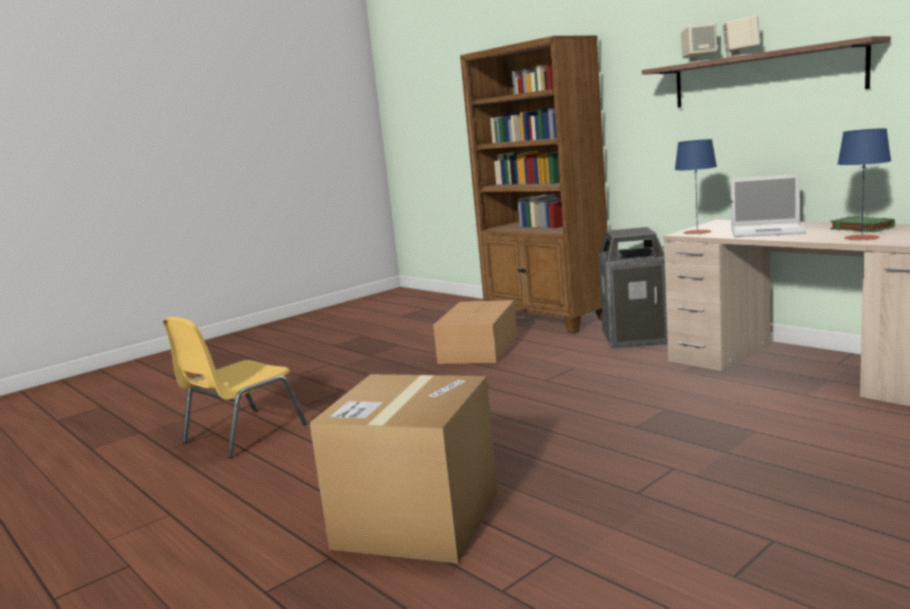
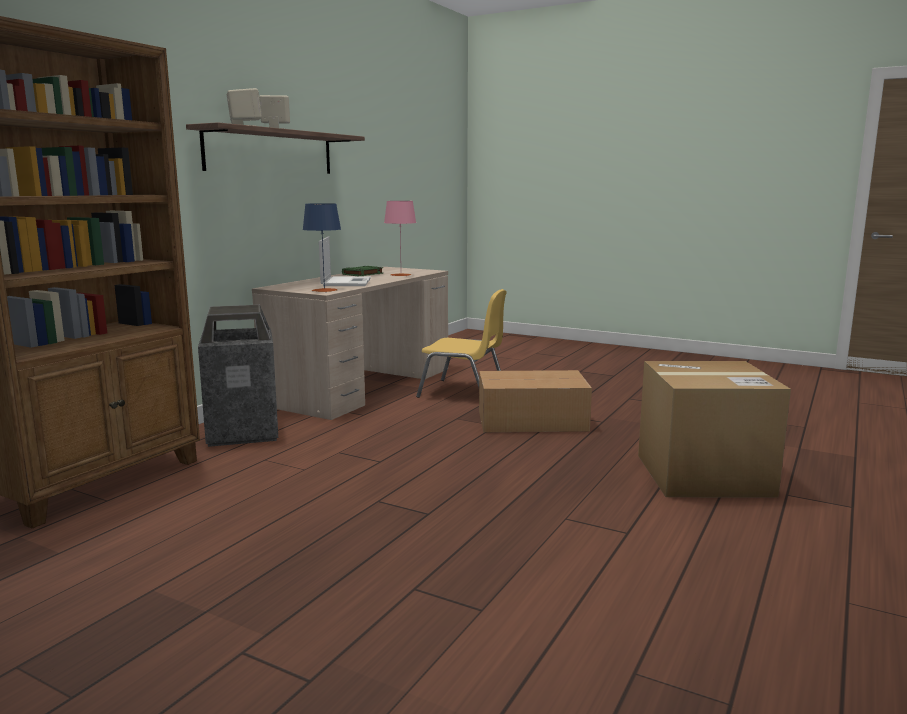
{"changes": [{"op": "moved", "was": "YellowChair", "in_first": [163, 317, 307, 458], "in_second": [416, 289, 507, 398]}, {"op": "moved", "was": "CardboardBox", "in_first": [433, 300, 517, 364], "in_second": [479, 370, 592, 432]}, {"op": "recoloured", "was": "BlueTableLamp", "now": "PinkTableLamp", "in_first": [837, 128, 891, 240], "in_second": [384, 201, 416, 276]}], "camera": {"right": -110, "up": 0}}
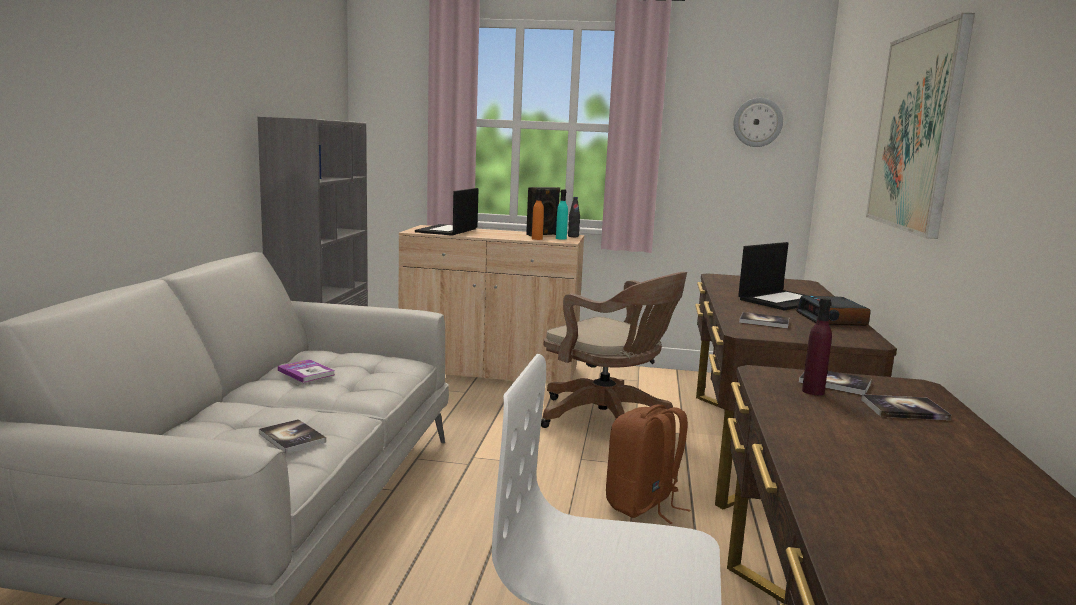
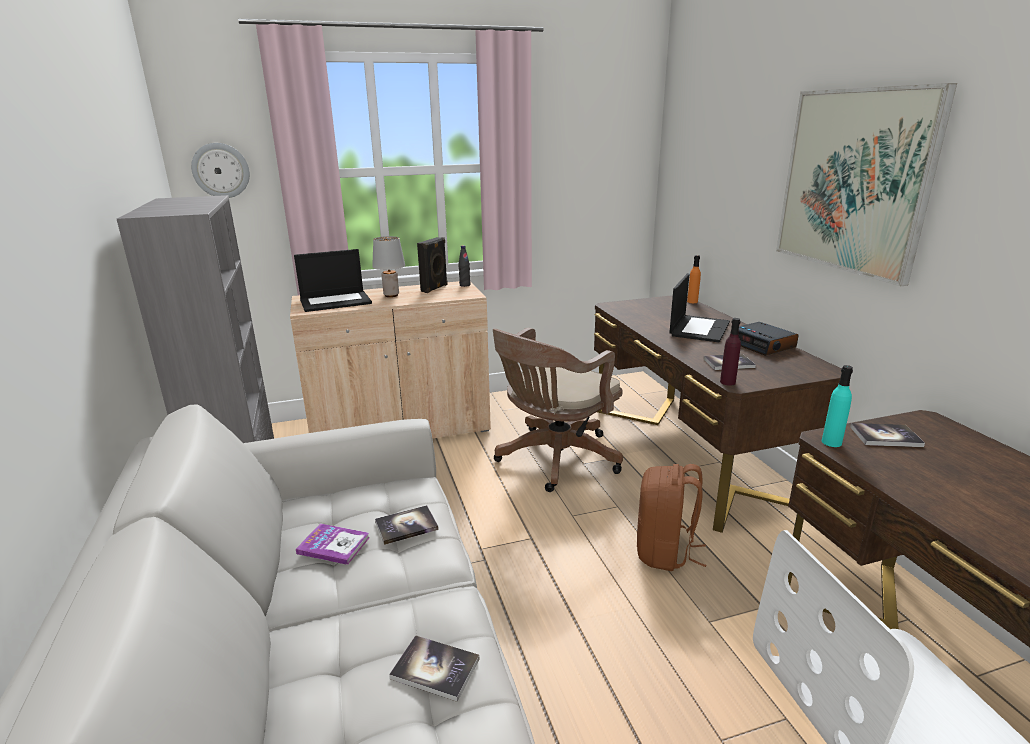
{"changes": [{"op": "turned", "was": "Laptop", "in_first": [415, 188, 478, 236], "in_second": [294, 249, 372, 312], "clockwise": -105}, {"op": "moved", "was": "OrangeBottle", "in_first": [532, 189, 544, 240], "in_second": [687, 255, 701, 303]}, {"op": "turned", "was": "BrownOfficeChair", "in_first": [541, 272, 687, 428], "in_second": [493, 328, 623, 492], "clockwise": 120}, {"op": "moved", "was": "TurquoiseBottle", "in_first": [556, 189, 568, 240], "in_second": [822, 365, 853, 447]}, {"op": "moved", "was": "WallClock", "in_first": [733, 98, 783, 147], "in_second": [191, 143, 250, 198]}, {"op": "moved", "was": "PurpleBottle", "in_first": [802, 298, 832, 395], "in_second": [720, 318, 741, 386]}, {"op": "moved", "was": "Book", "in_first": [861, 394, 951, 420], "in_second": [375, 505, 439, 545]}, {"op": "added", "now": "GreyTableLamp", "in_second": [372, 236, 405, 297]}], "camera": {"right": -25, "up": 10}}
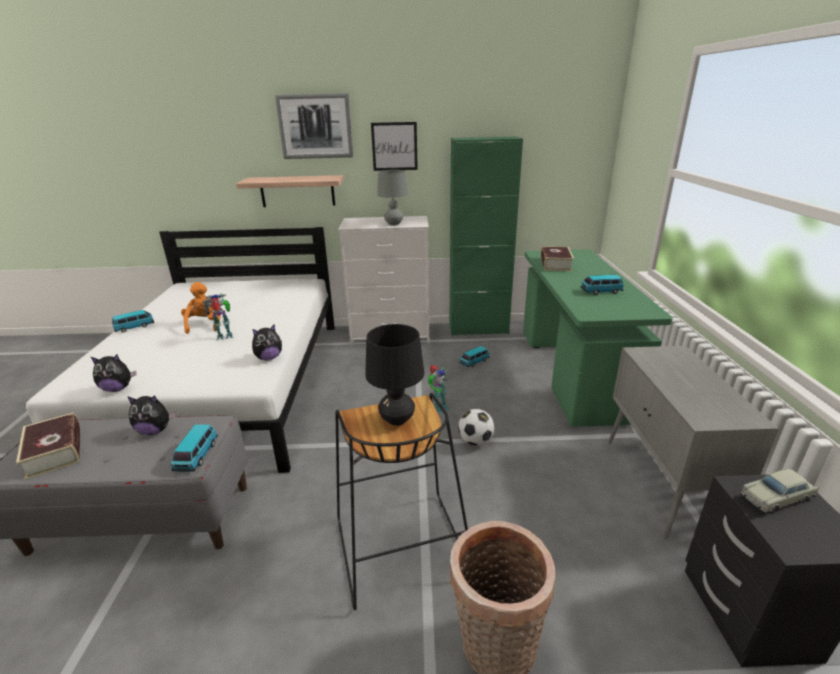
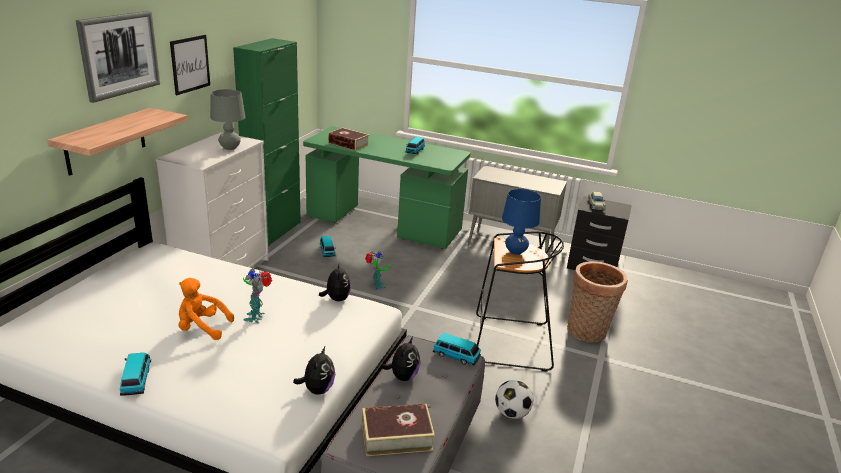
{"changes": [{"op": "recoloured", "was": "BlackTableLamp", "now": "BlueTableLamp", "in_first": [365, 324, 424, 426], "in_second": [502, 189, 541, 255]}, {"op": "moved", "was": "Football", "in_first": [458, 409, 495, 446], "in_second": [495, 380, 534, 419]}], "camera": {"right": -70, "up": 0}}
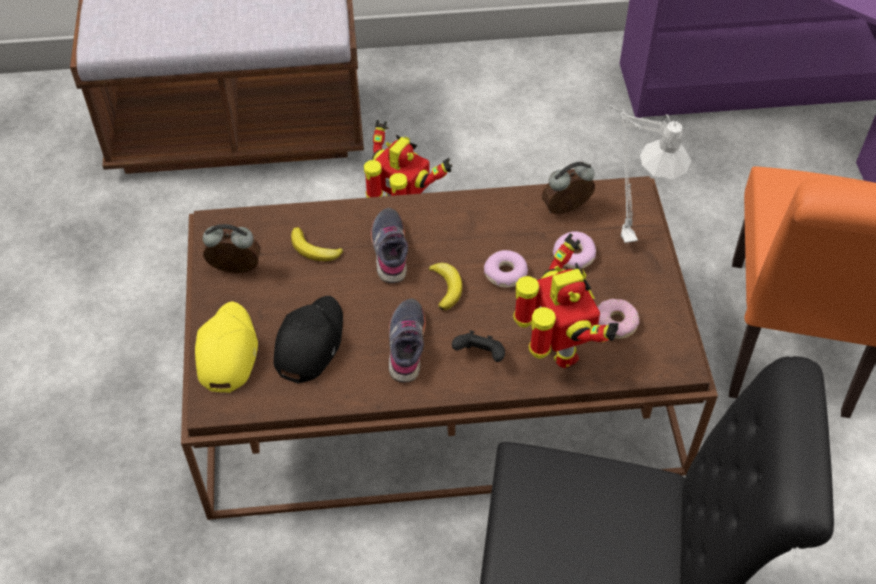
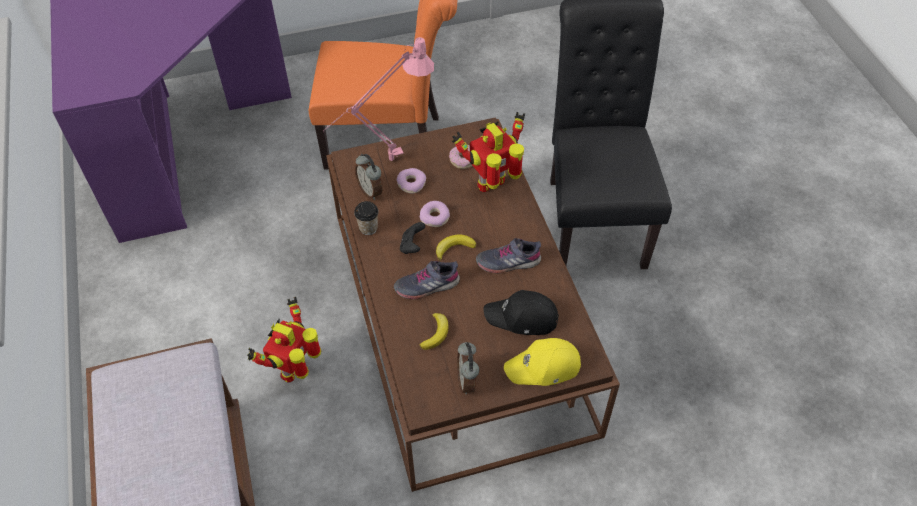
{"changes": [{"op": "moved", "was": "BlackGameController", "in_first": [452, 330, 505, 362], "in_second": [400, 222, 425, 254]}, {"op": "recoloured", "was": "GreyTableLamp", "now": "PinkTableLamp", "in_first": [609, 105, 691, 247], "in_second": [323, 37, 434, 161]}, {"op": "added", "now": "Cup", "in_second": [354, 201, 379, 235]}], "camera": {"right": -100, "up": 0}}
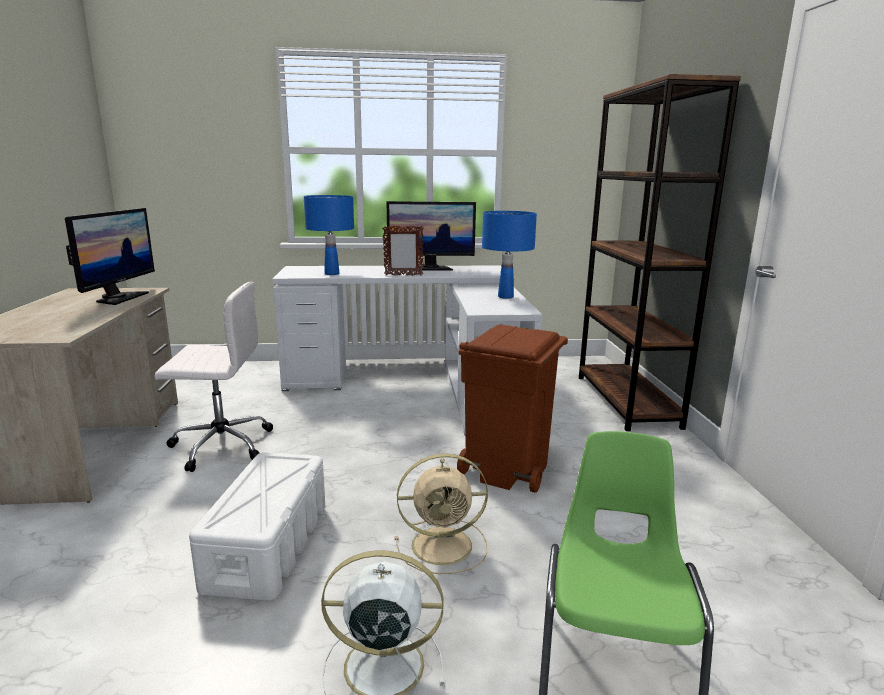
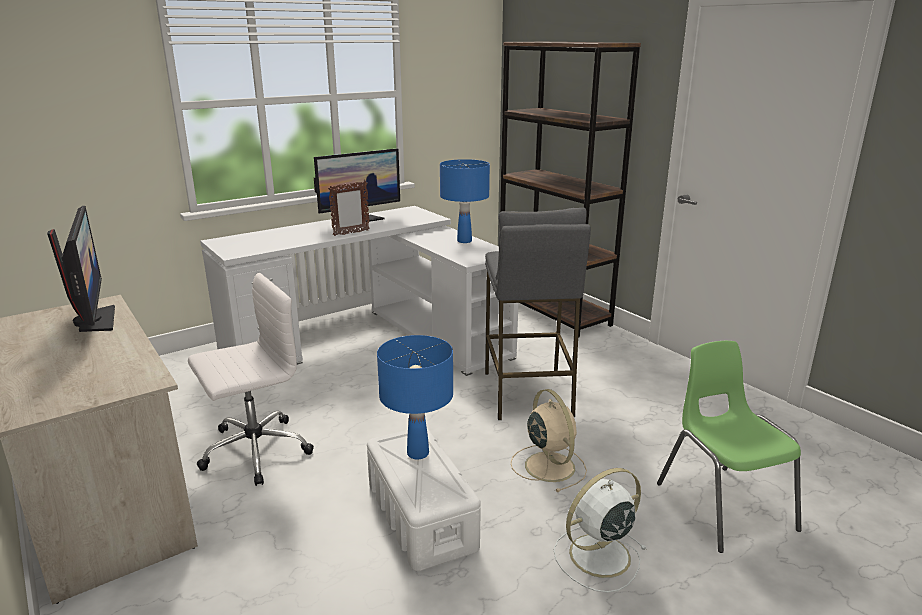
{"changes": [{"op": "moved", "was": "BlueTableLamp", "in_first": [304, 195, 354, 275], "in_second": [377, 335, 453, 460]}, {"op": "turned", "was": "BeigeFan", "in_first": [395, 454, 488, 574], "in_second": [511, 389, 587, 492], "clockwise": -75}, {"op": "replaced", "was": "BrownTrashCan", "now": "GreyStool", "in_first": [457, 325, 568, 493], "in_second": [485, 208, 591, 420]}], "camera": {"right": -30, "up": 5}}
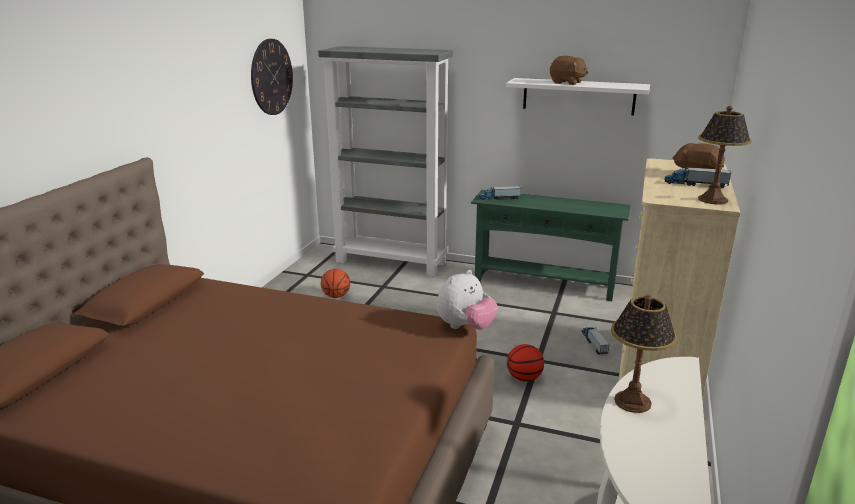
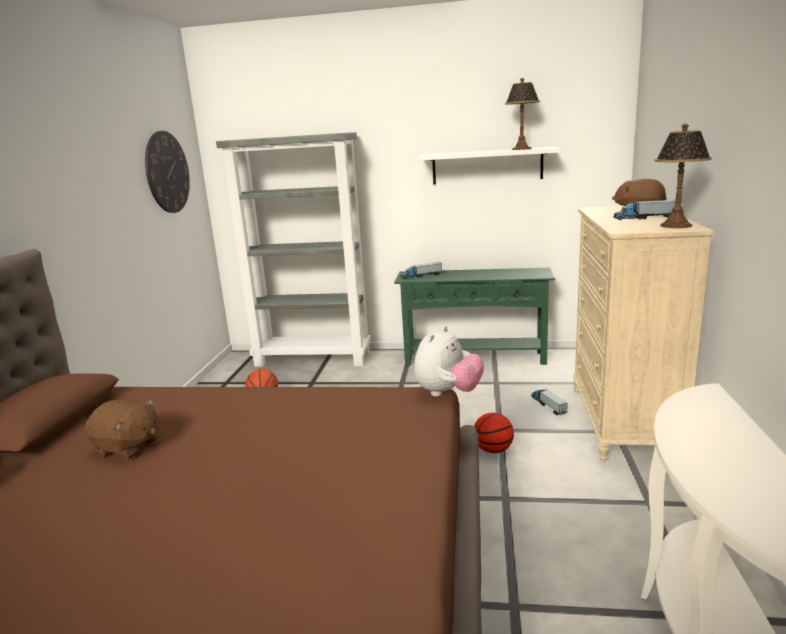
{"changes": [{"op": "moved", "was": "BrownPlushToy", "in_first": [550, 56, 589, 85], "in_second": [85, 399, 159, 460]}, {"op": "moved", "was": "TableLamp", "in_first": [611, 294, 677, 413], "in_second": [505, 78, 540, 150]}], "camera": {"right": -10, "up": -5}}
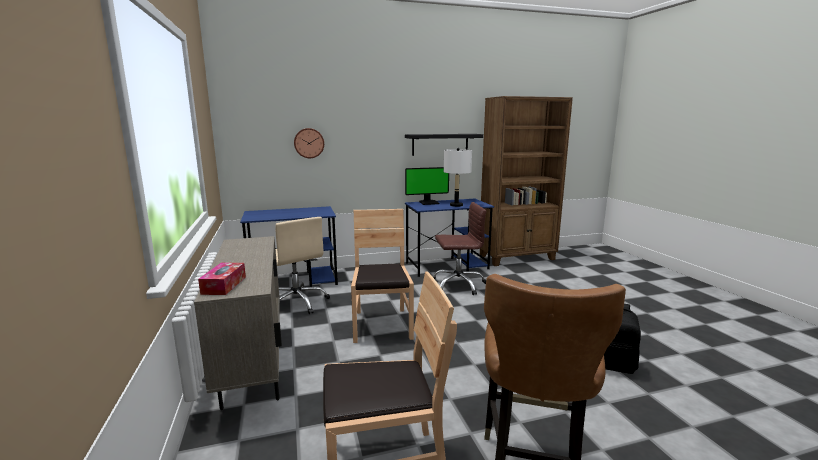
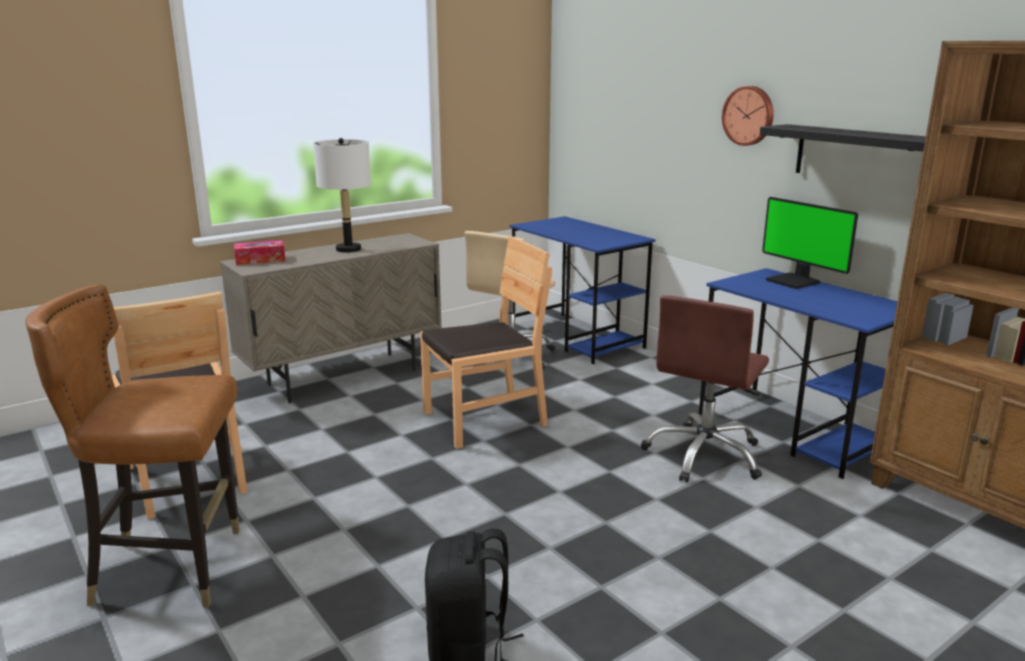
{"changes": [{"op": "moved", "was": "WallClock", "in_first": [294, 128, 324, 158], "in_second": [722, 86, 774, 146]}, {"op": "turned", "was": "BrownOfficeChair", "in_first": [432, 202, 486, 295], "in_second": [641, 295, 769, 483], "clockwise": 60}, {"op": "moved", "was": "WhiteTableLamp", "in_first": [444, 148, 472, 207], "in_second": [313, 138, 371, 253]}], "camera": {"right": 70, "up": 5}}
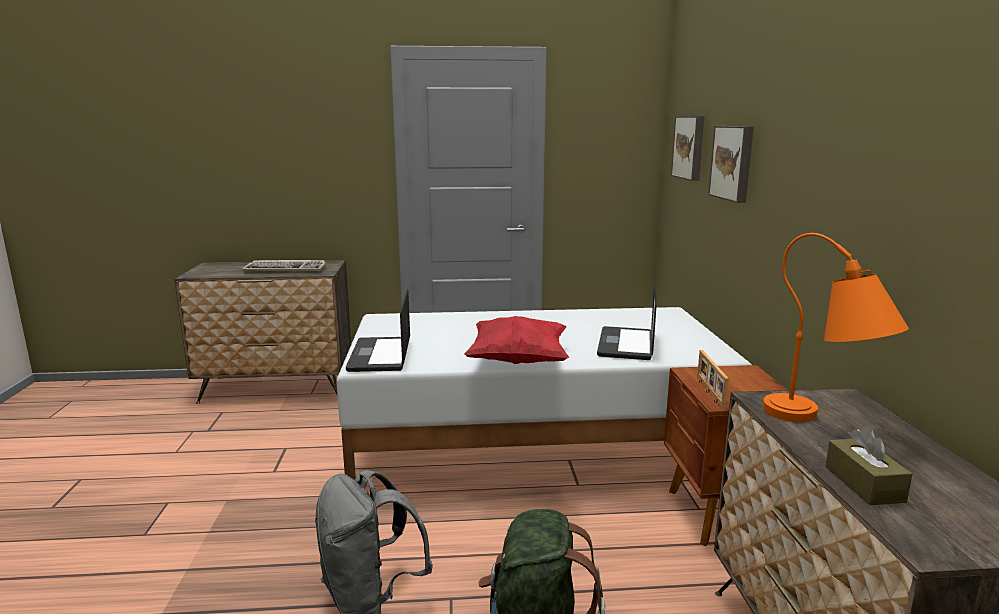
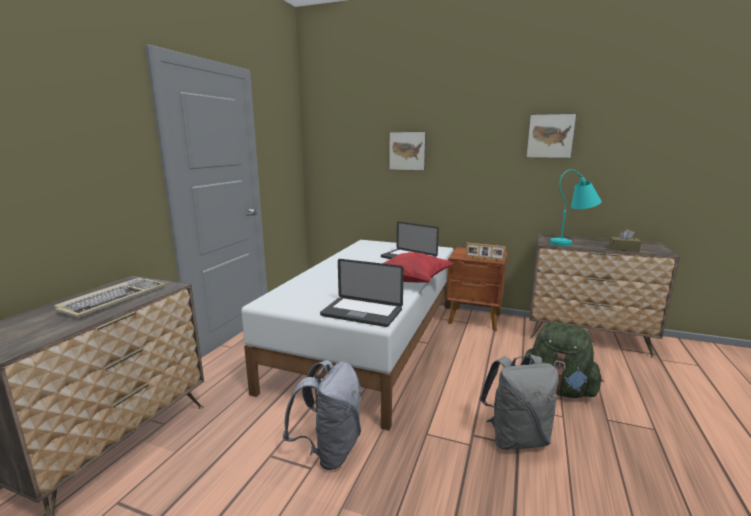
{"changes": [{"op": "moved", "was": "Picture", "in_first": [671, 116, 705, 181], "in_second": [526, 113, 577, 159]}, {"op": "recoloured", "was": "OrangeTableLamp", "now": "TurquoiseTableLamp", "in_first": [763, 233, 909, 422], "in_second": [550, 169, 602, 246]}, {"op": "added", "now": "GreyBackpack", "in_second": [283, 360, 362, 470]}], "camera": {"right": -65, "up": 0}}
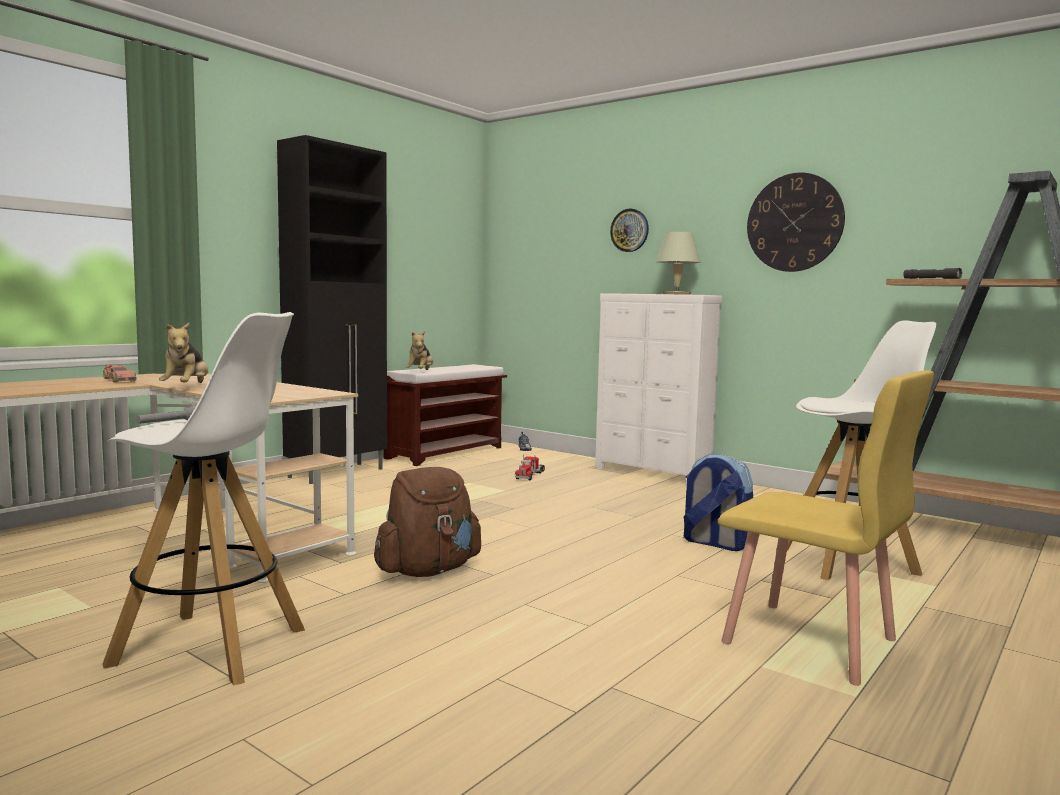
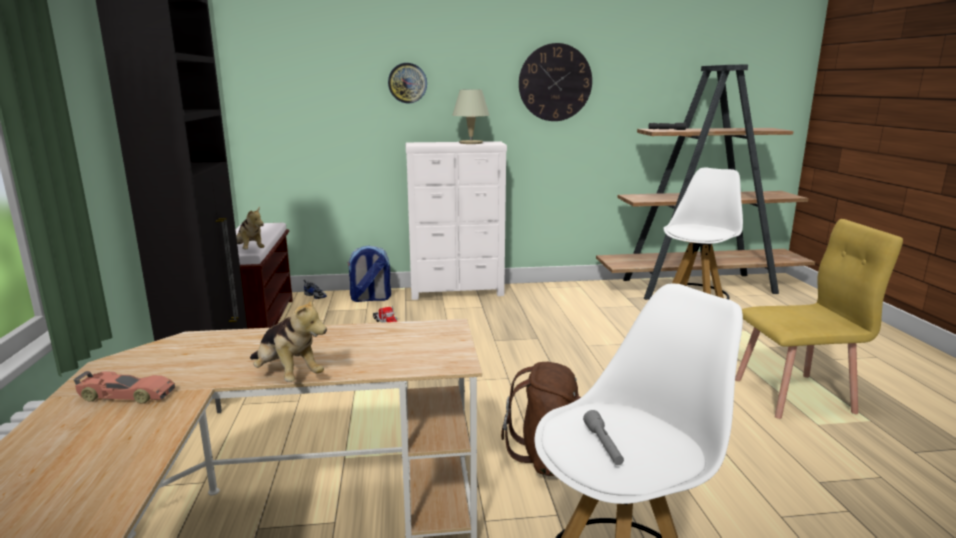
{"changes": [{"op": "moved", "was": "Backpack", "in_first": [684, 454, 753, 551], "in_second": [347, 245, 391, 302]}], "camera": {"right": -45, "up": 10}}
